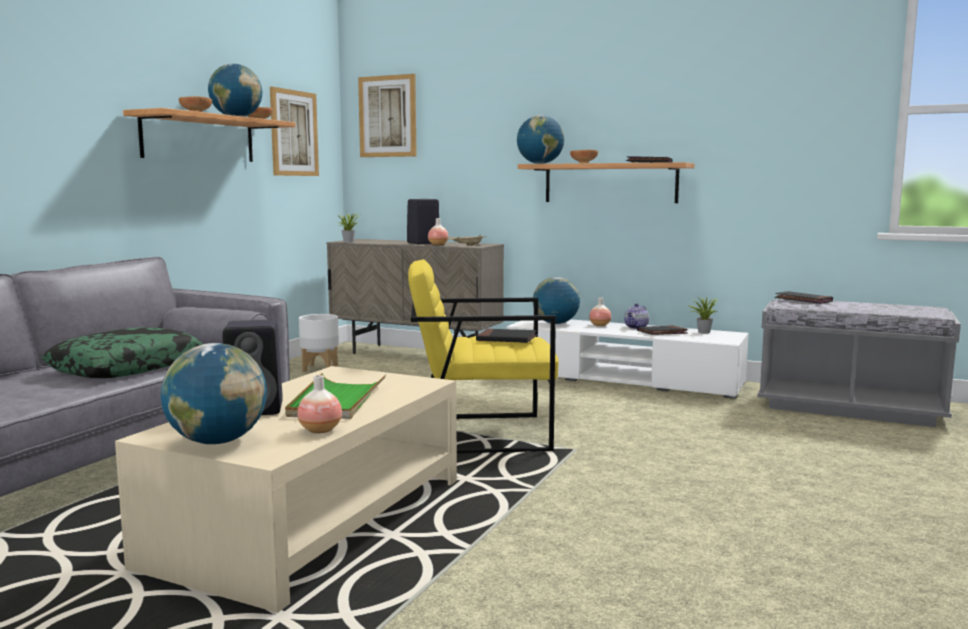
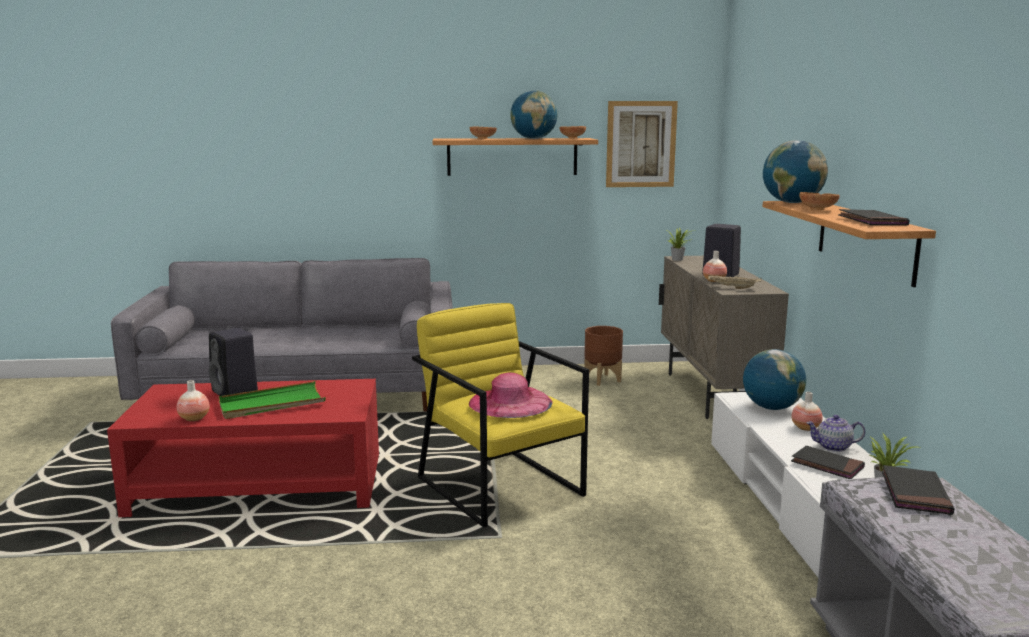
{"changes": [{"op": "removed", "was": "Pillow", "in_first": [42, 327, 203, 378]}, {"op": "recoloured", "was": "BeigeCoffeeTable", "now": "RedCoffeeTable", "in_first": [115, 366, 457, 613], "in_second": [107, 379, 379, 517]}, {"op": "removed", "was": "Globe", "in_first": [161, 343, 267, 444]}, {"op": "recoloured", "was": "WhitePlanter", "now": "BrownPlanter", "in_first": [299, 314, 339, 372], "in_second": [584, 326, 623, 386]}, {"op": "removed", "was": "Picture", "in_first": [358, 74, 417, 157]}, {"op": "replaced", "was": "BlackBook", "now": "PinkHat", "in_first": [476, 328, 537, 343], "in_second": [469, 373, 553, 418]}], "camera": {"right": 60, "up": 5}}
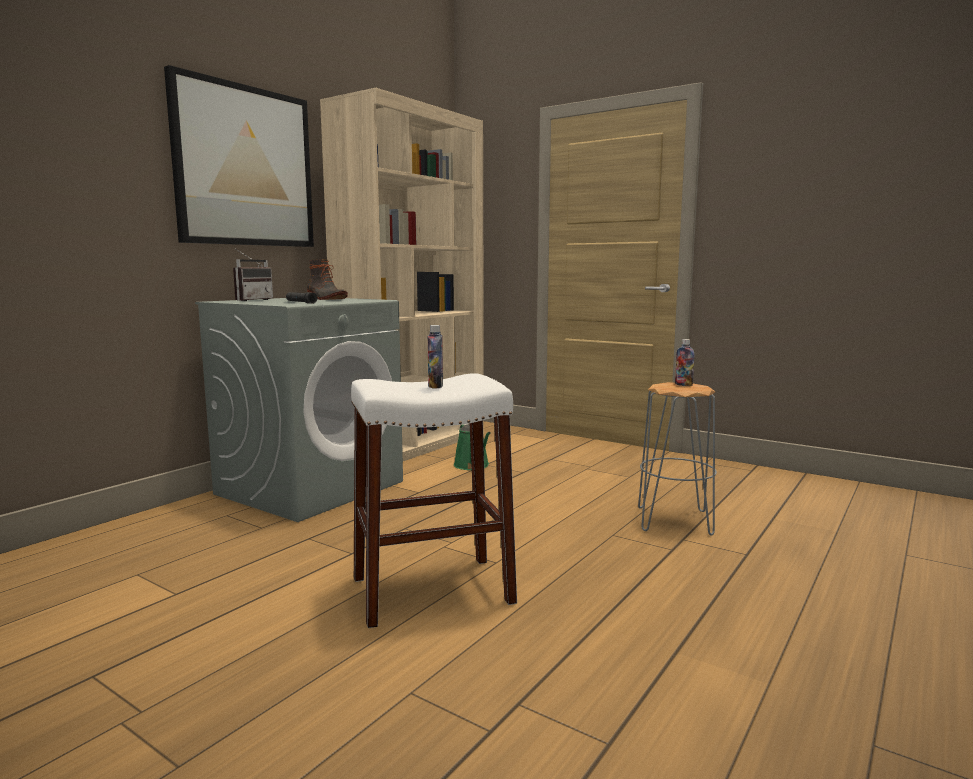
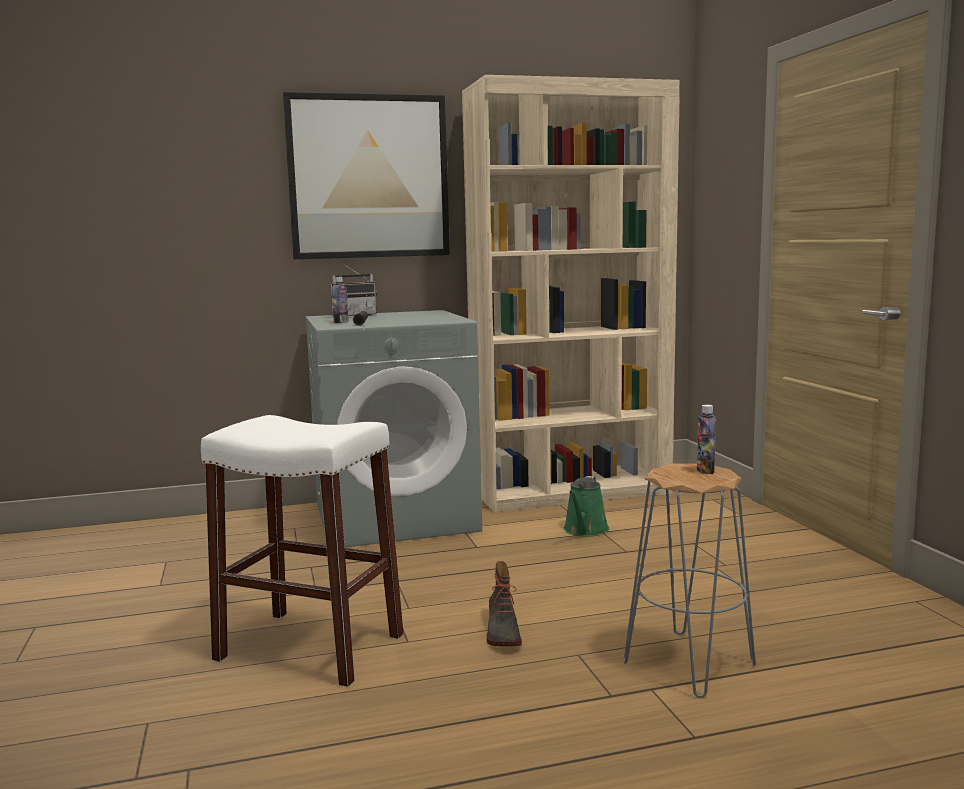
{"changes": [{"op": "moved", "was": "Boot", "in_first": [307, 259, 348, 300], "in_second": [486, 561, 522, 646]}, {"op": "moved", "was": "Bottle", "in_first": [428, 325, 443, 388], "in_second": [332, 277, 349, 323]}], "camera": {"right": 40, "up": 0}}
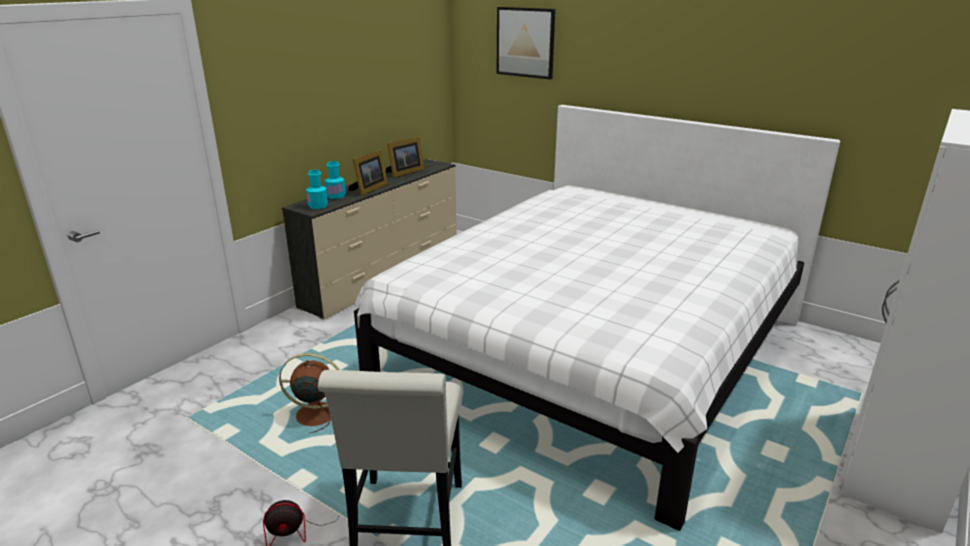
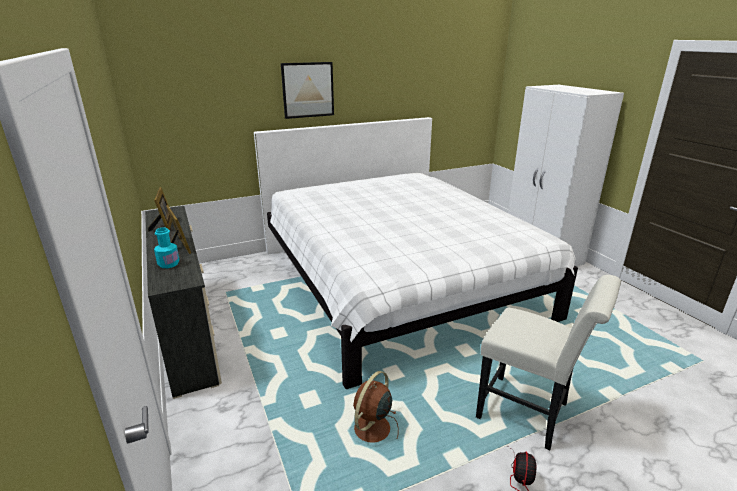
{"changes": [{"op": "removed", "was": "TurquoiseBottle", "in_first": [306, 170, 328, 209]}, {"op": "moved", "was": "Picture", "in_first": [497, 7, 555, 80], "in_second": [281, 62, 334, 119]}], "camera": {"right": -60, "up": 0}}
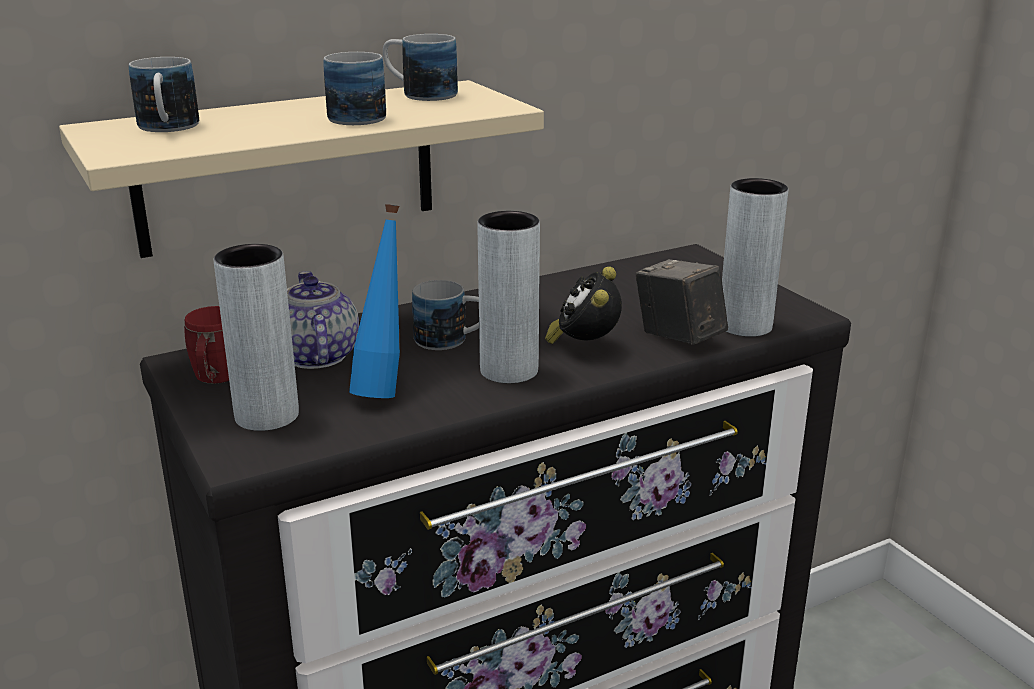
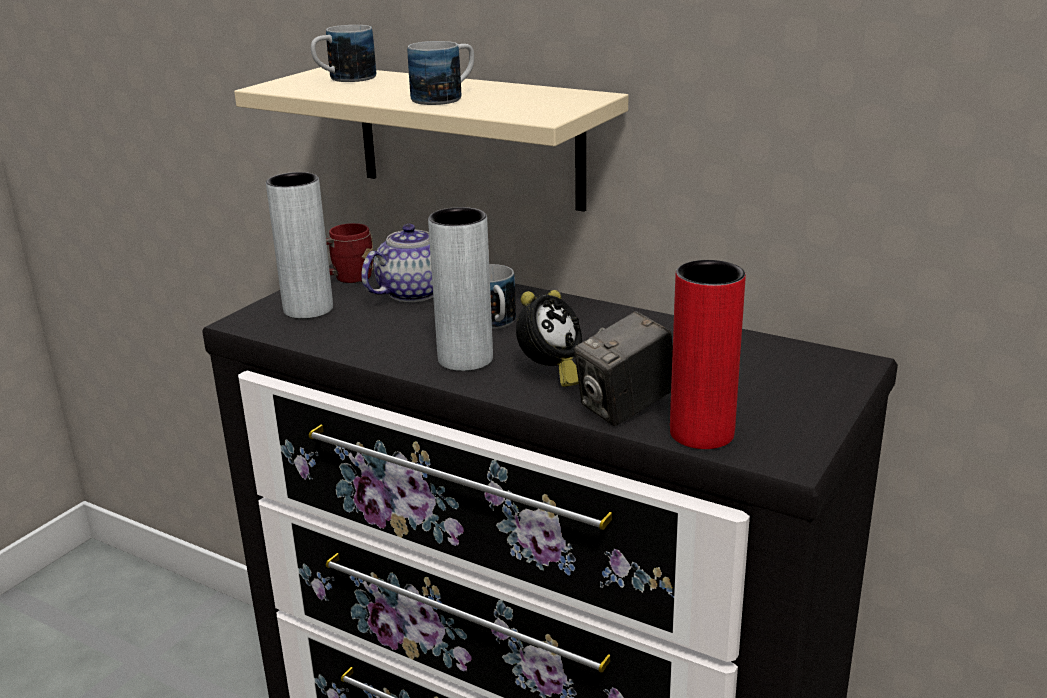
{"changes": [{"op": "removed", "was": "BlueBottle", "in_first": [349, 204, 400, 398]}, {"op": "removed", "was": "Mug", "in_first": [383, 34, 458, 101]}, {"op": "turned", "was": "AlarmClock", "in_first": [545, 267, 622, 344], "in_second": [516, 290, 582, 387], "clockwise": 150}, {"op": "turned", "was": "PhotoCamera", "in_first": [636, 259, 728, 345], "in_second": [574, 311, 673, 426], "clockwise": -150}, {"op": "recoloured", "was": "GreyVase", "now": "RedVase", "in_first": [722, 178, 789, 337], "in_second": [670, 260, 746, 449]}], "camera": {"right": 60, "up": 0}}
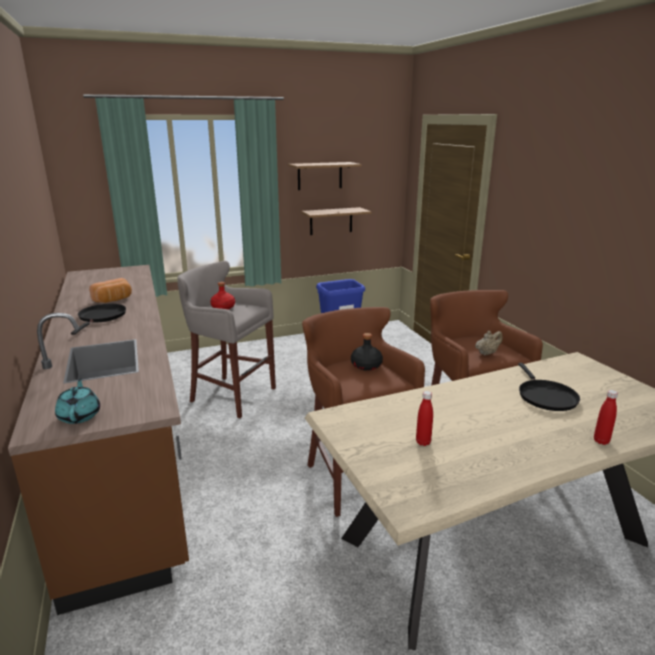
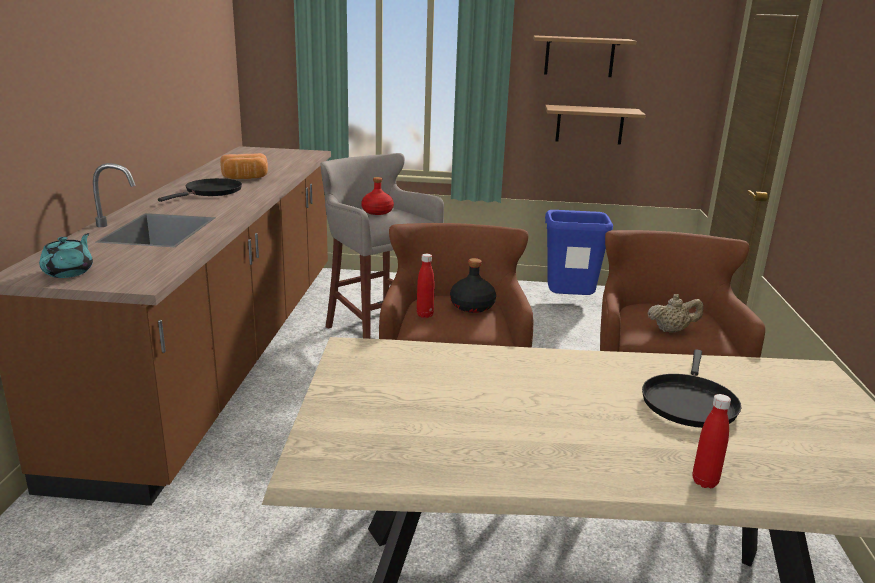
{"changes": [{"op": "moved", "was": "RedBottle", "in_first": [416, 391, 433, 446], "in_second": [417, 254, 435, 318]}], "camera": {"right": 25, "up": 0}}
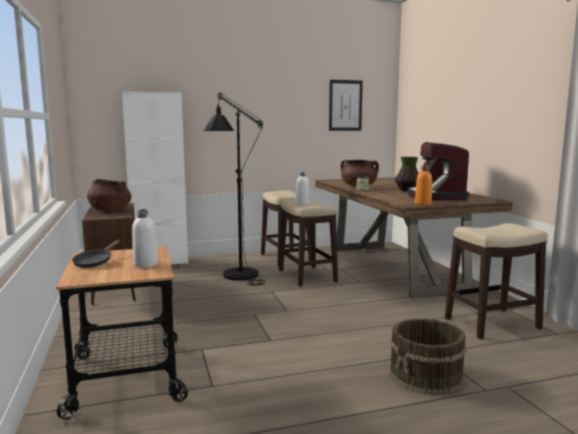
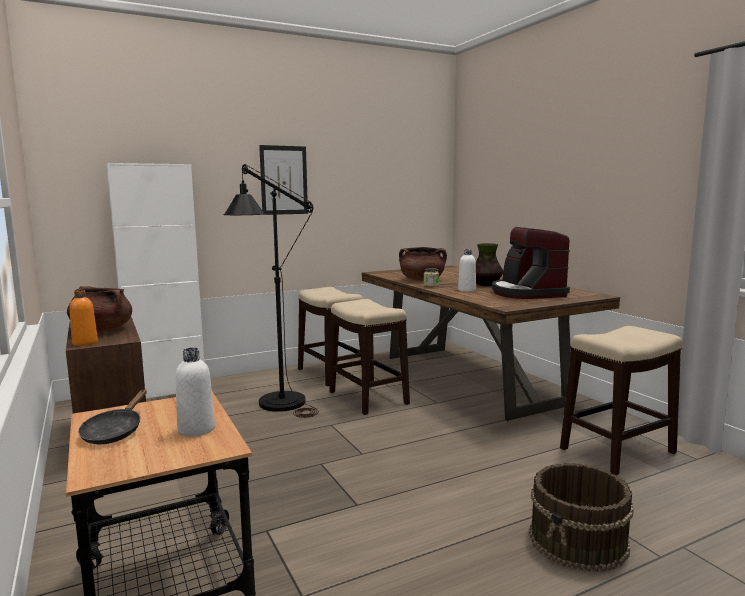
{"changes": [{"op": "moved", "was": "WhiteBottle", "in_first": [295, 172, 309, 205], "in_second": [458, 249, 476, 292]}, {"op": "moved", "was": "Picture", "in_first": [329, 80, 363, 131], "in_second": [259, 145, 308, 215]}, {"op": "moved", "was": "OrangeBottle", "in_first": [415, 166, 432, 205], "in_second": [70, 290, 98, 346]}], "camera": {"right": -10, "up": 0}}
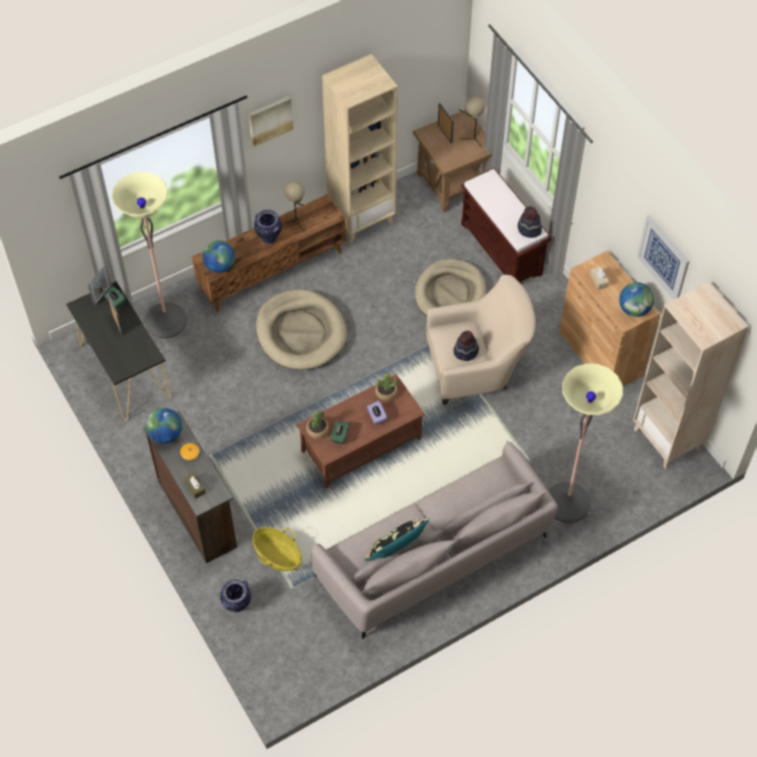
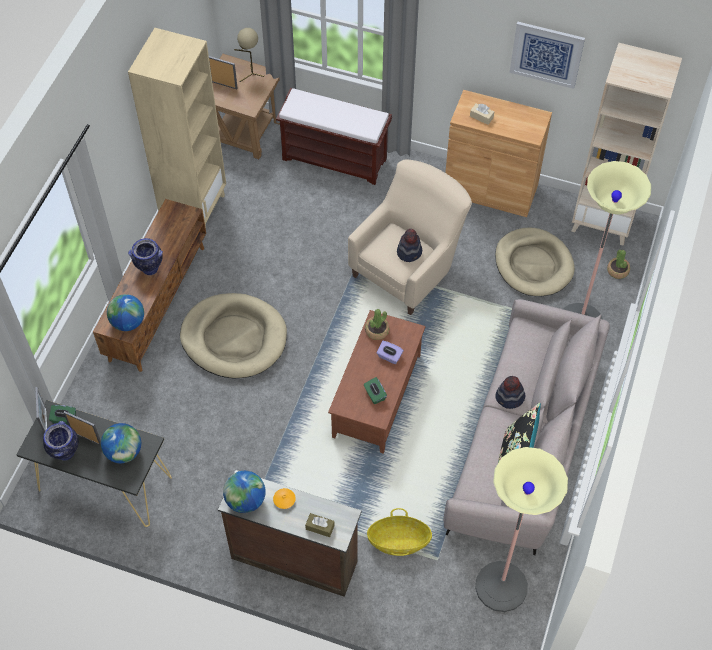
{"changes": [{"op": "moved", "was": "FloorLamp", "in_first": [112, 172, 187, 338], "in_second": [475, 447, 568, 612]}, {"op": "moved", "was": "Vase", "in_first": [220, 579, 251, 612], "in_second": [43, 421, 79, 461]}, {"op": "removed", "was": "Picture", "in_first": [249, 96, 293, 147]}, {"op": "removed", "was": "BeigeTableLamp", "in_first": [284, 181, 305, 232]}, {"op": "moved", "was": "PottedPlant", "in_first": [306, 410, 329, 439], "in_second": [607, 250, 630, 279]}, {"op": "moved", "was": "BeigeDogBed", "in_first": [415, 259, 486, 316], "in_second": [495, 228, 575, 296]}, {"op": "moved", "was": "Hat", "in_first": [518, 206, 542, 238], "in_second": [495, 376, 526, 409]}, {"op": "moved", "was": "Globe", "in_first": [619, 282, 654, 317], "in_second": [101, 423, 141, 463]}], "camera": {"right": -40, "up": 0}}
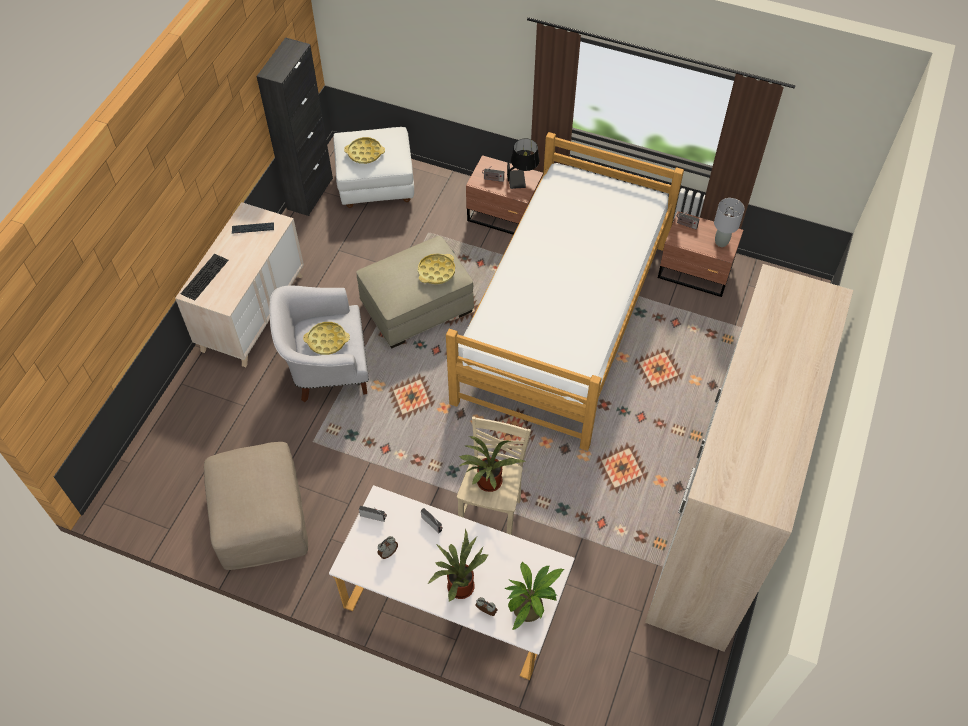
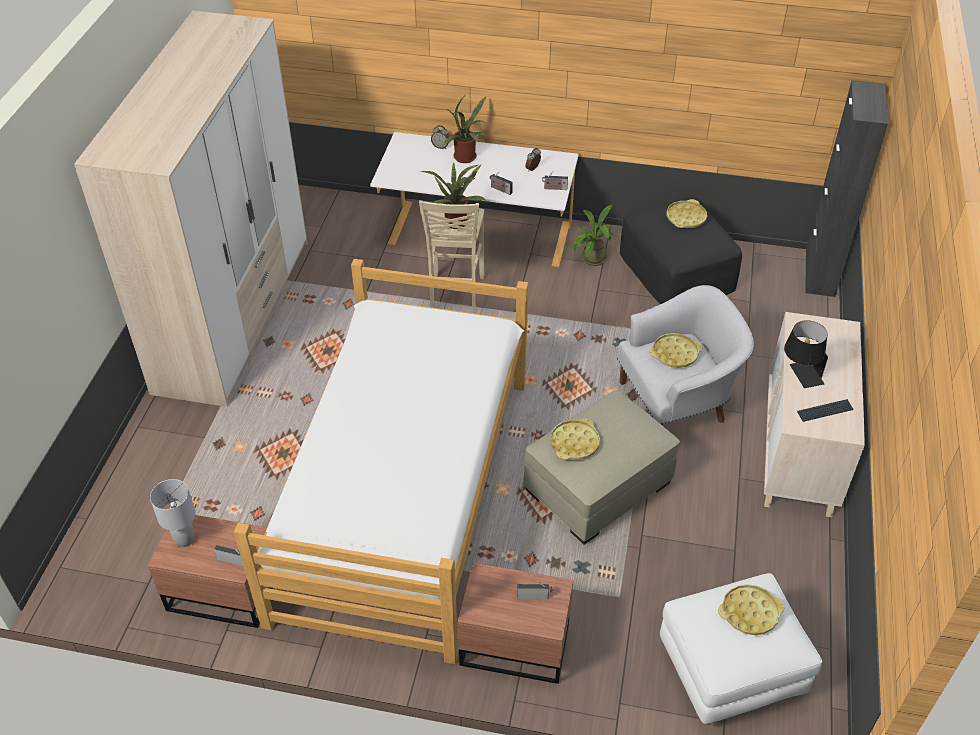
{"changes": [{"op": "removed", "was": "Keyboard", "in_first": [180, 254, 228, 300]}, {"op": "recoloured", "was": "BeigeOttoman", "now": "BlackOttoman", "in_first": [204, 442, 308, 570], "in_second": [620, 197, 742, 304]}, {"op": "moved", "was": "BlackCabinet", "in_first": [257, 37, 333, 216], "in_second": [805, 80, 888, 297]}, {"op": "moved", "was": "PottedPlant", "in_first": [505, 562, 565, 630], "in_second": [573, 205, 617, 266]}, {"op": "moved", "was": "BlackTableLamp", "in_first": [507, 138, 539, 189], "in_second": [784, 320, 828, 388]}, {"op": "added", "now": "YellowTray", "in_second": [667, 199, 707, 228]}], "camera": {"right": 170, "up": -10}}
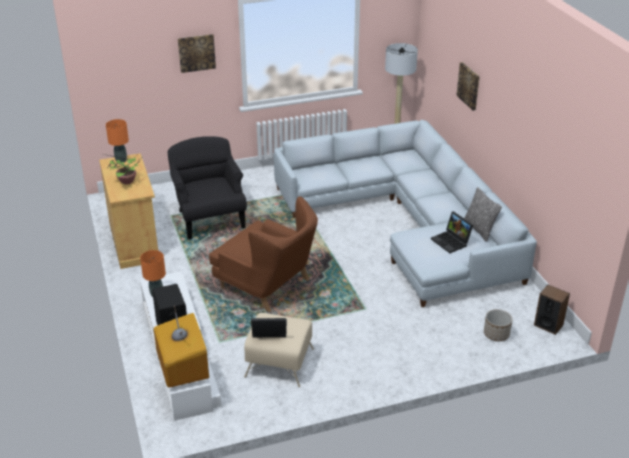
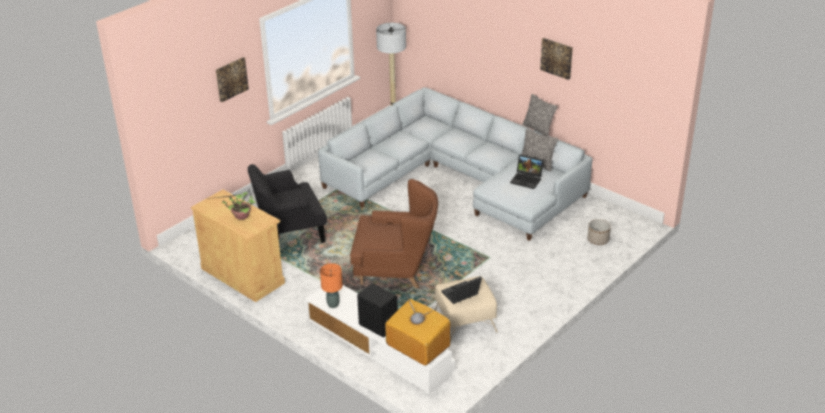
{"changes": [{"op": "removed", "was": "OrangeTableLamp", "in_first": [106, 119, 129, 163]}, {"op": "turned", "was": "BlackArmchair", "in_first": [168, 136, 247, 240], "in_second": [248, 164, 327, 243], "clockwise": -60}, {"op": "moved", "was": "Picture", "in_first": [456, 62, 480, 111], "in_second": [540, 38, 573, 80]}, {"op": "removed", "was": "Speaker", "in_first": [534, 285, 570, 335]}, {"op": "added", "now": "Pillow", "in_second": [522, 94, 557, 137]}], "camera": {"right": -30, "up": 0}}
